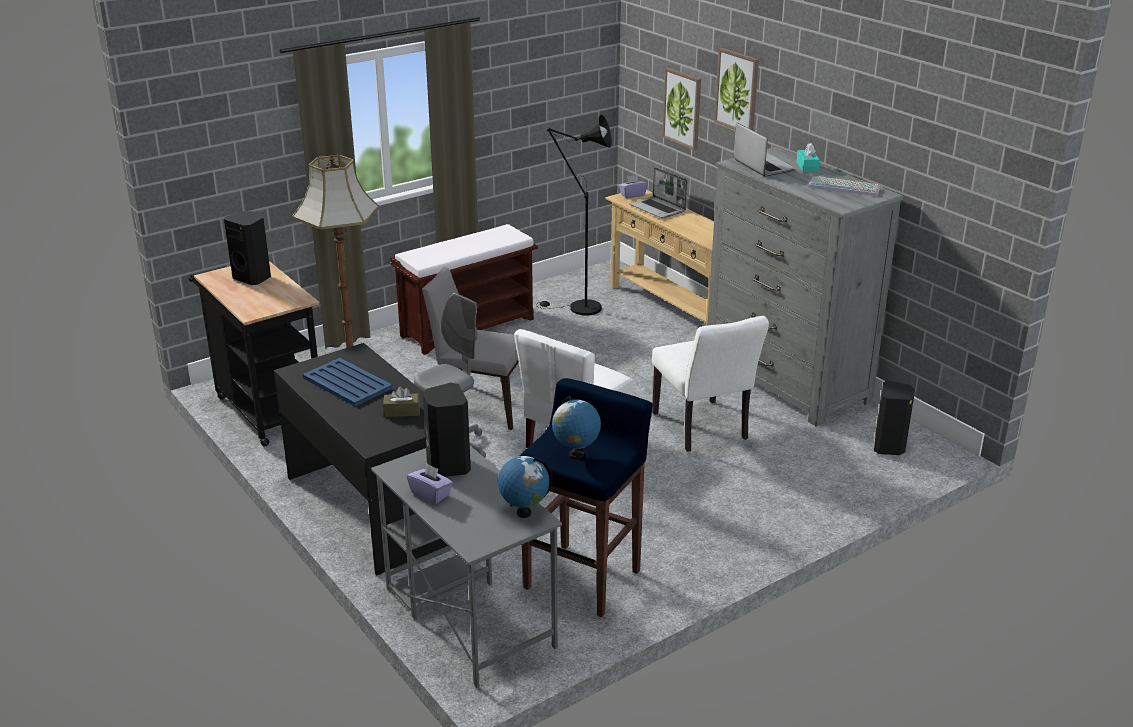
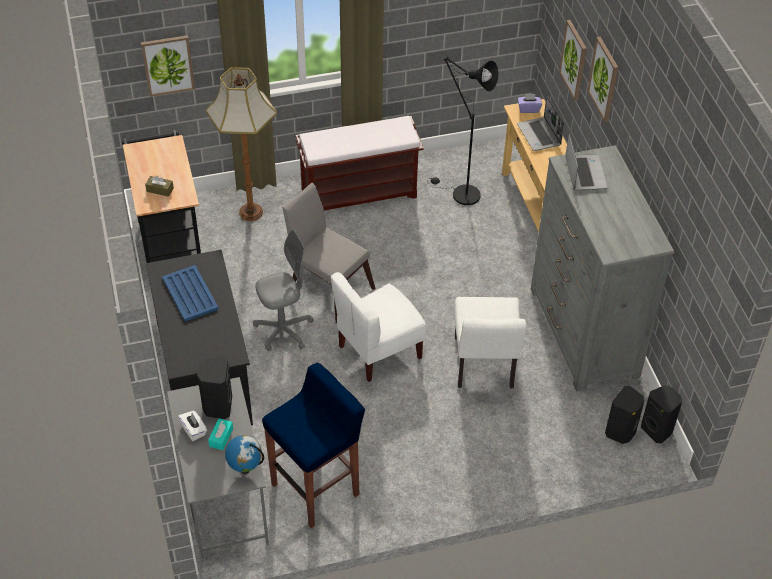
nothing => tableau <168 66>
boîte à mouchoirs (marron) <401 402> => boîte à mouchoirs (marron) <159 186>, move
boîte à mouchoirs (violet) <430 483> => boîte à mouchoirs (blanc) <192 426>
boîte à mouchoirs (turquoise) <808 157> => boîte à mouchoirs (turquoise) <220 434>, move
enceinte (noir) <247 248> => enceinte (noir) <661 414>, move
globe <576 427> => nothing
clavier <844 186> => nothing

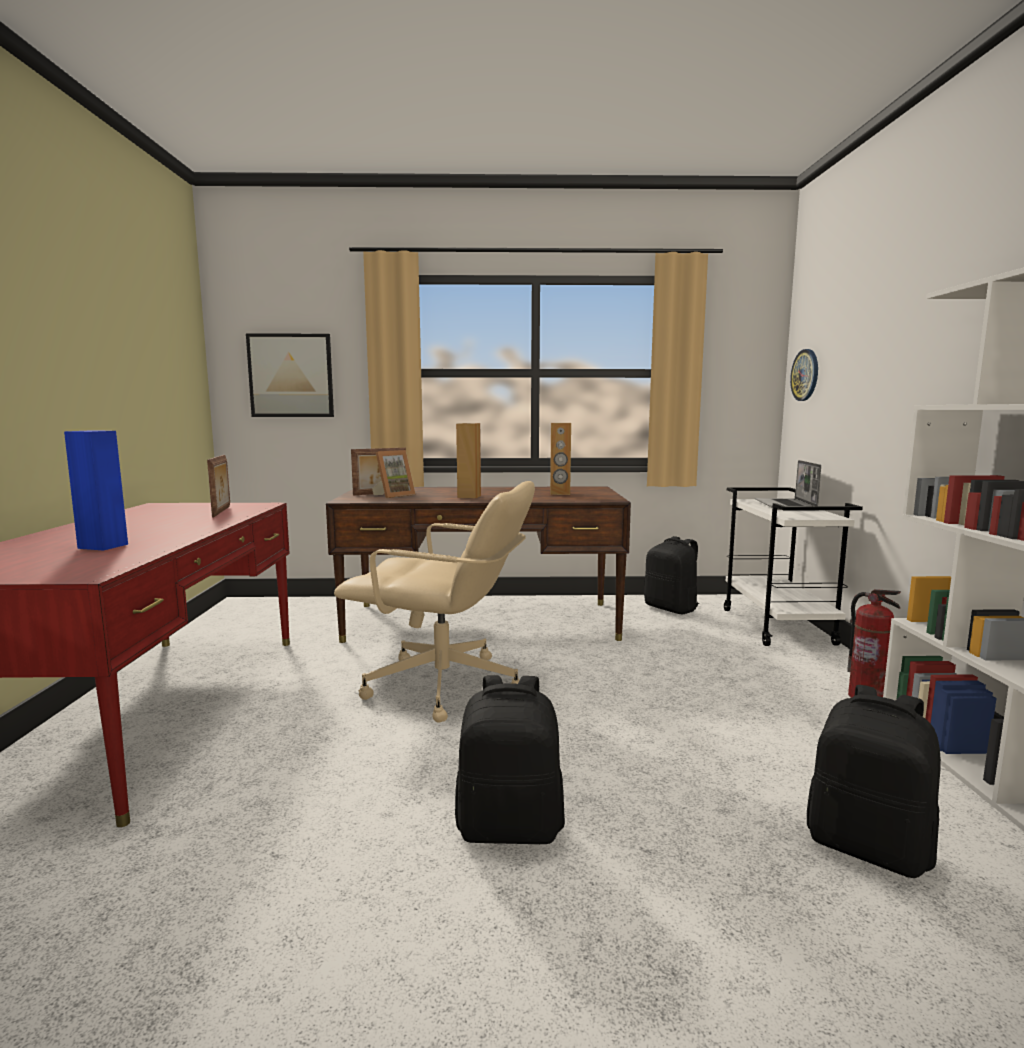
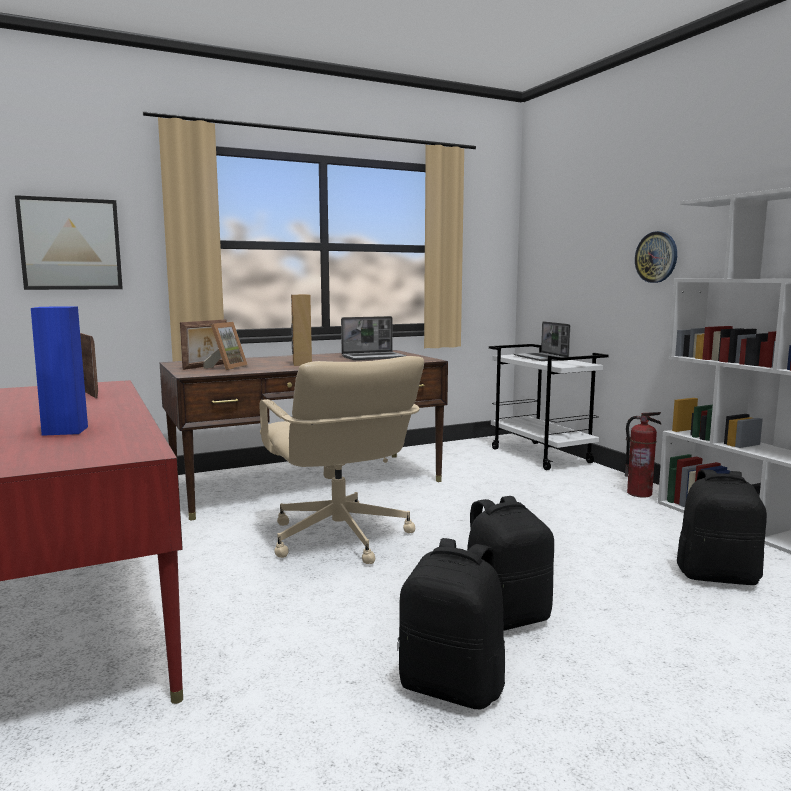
chaise de bureau (beige) <434 602> => chaise de bureau (beige) <342 460>, 75 degrees clockwise
enceinte (marron) <560 459> => ordinateur portable <373 338>
sac à dos (noir) <671 575> => sac à dos (noir) <451 623>, move
horloge murale <804 375> => horloge murale <656 257>, move

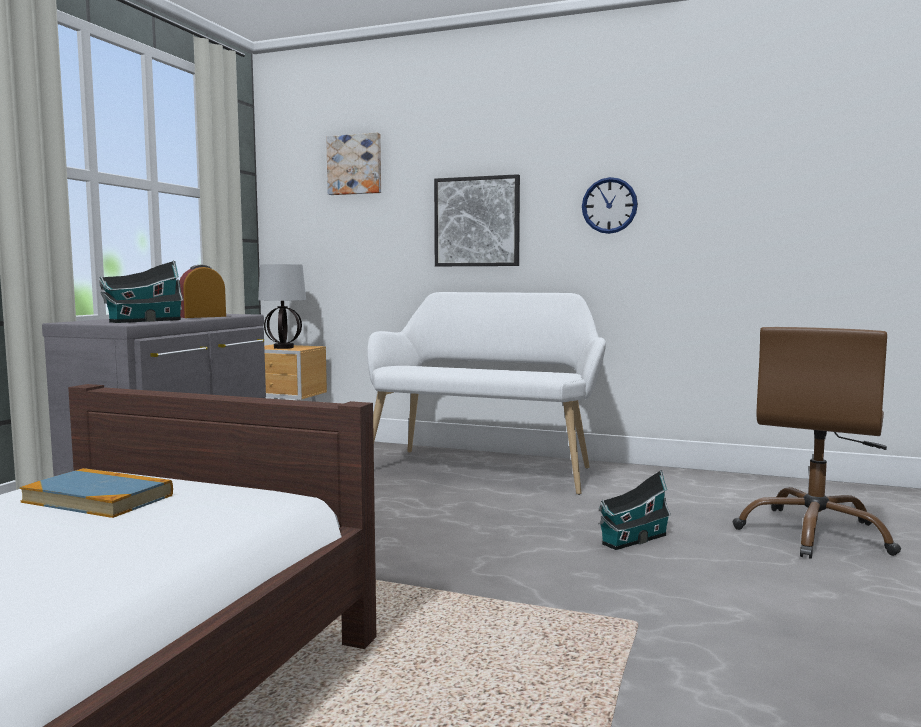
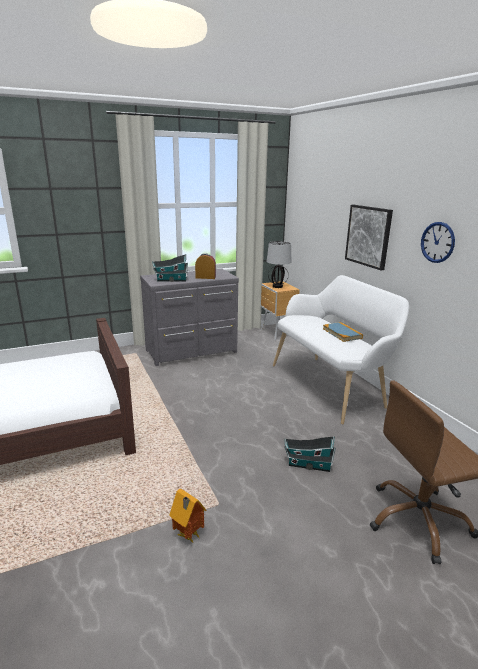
nothing => maison miniature <187 516>
livre <96 493> => livre <343 332>, move
tableau <353 163> => nothing

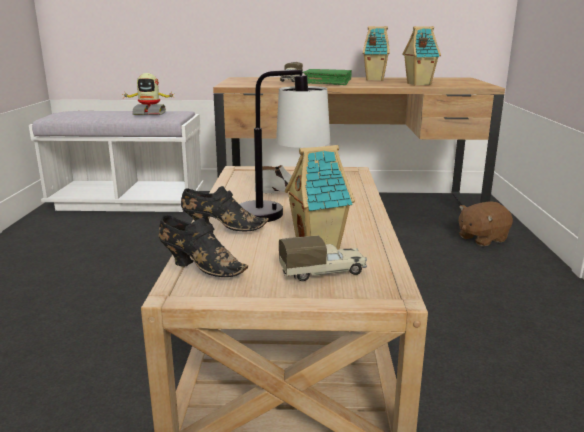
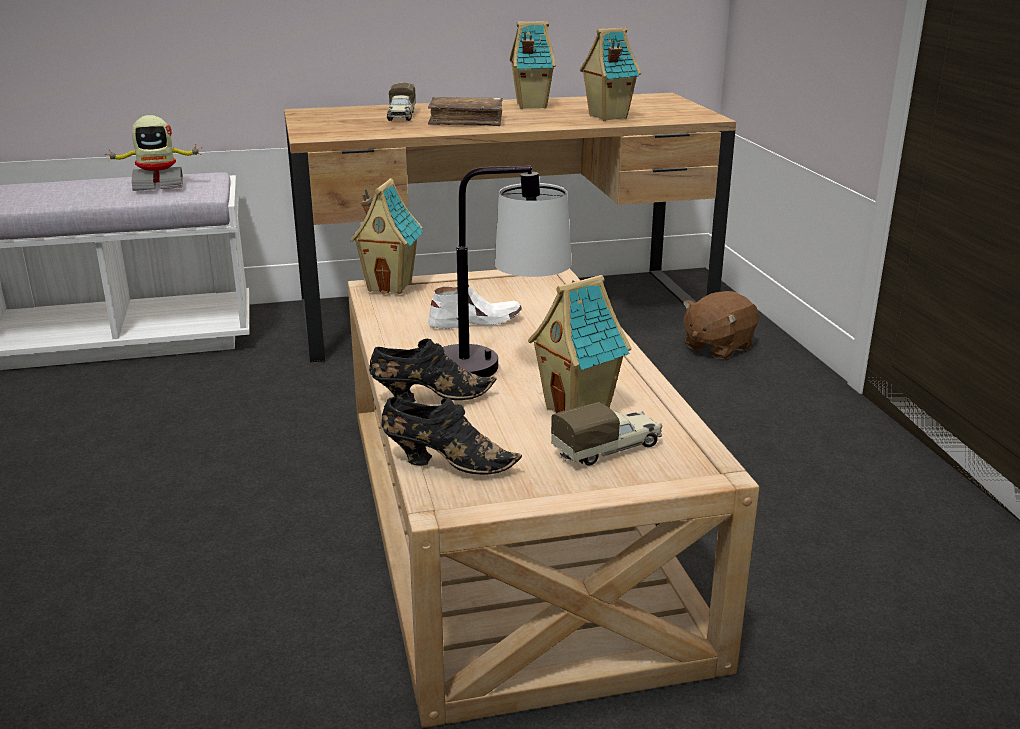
nothing => maison miniature <387 236>
livre (vert) <327 77> => livre (marron) <465 111>

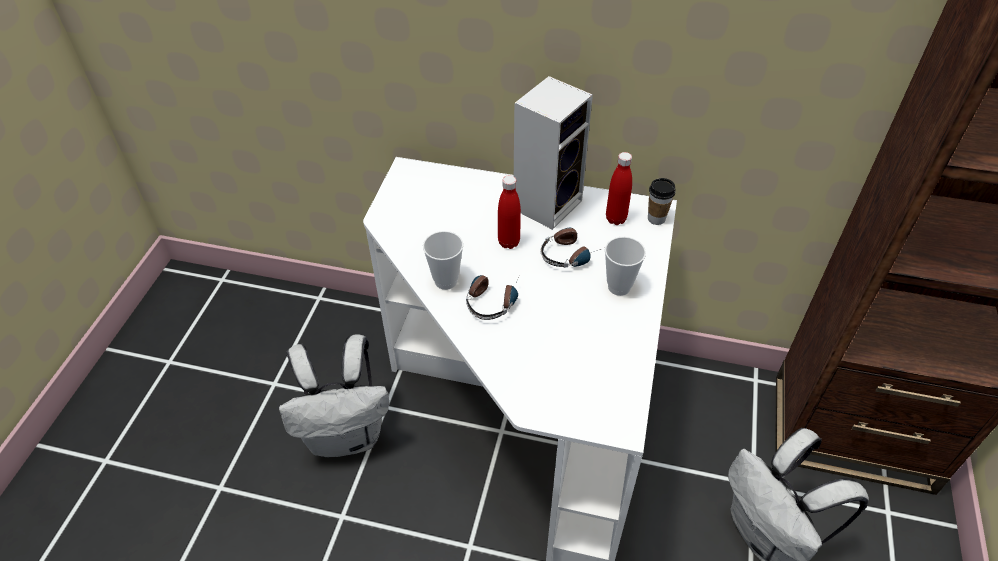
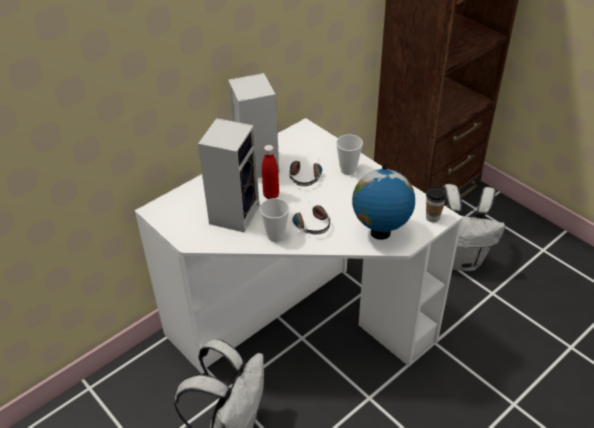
nothing => enceinte <229 175>
nothing => globe <383 202>
tasse <662 201> => tasse <436 204>, move
bouteille (rouge) <619 188> => nothing

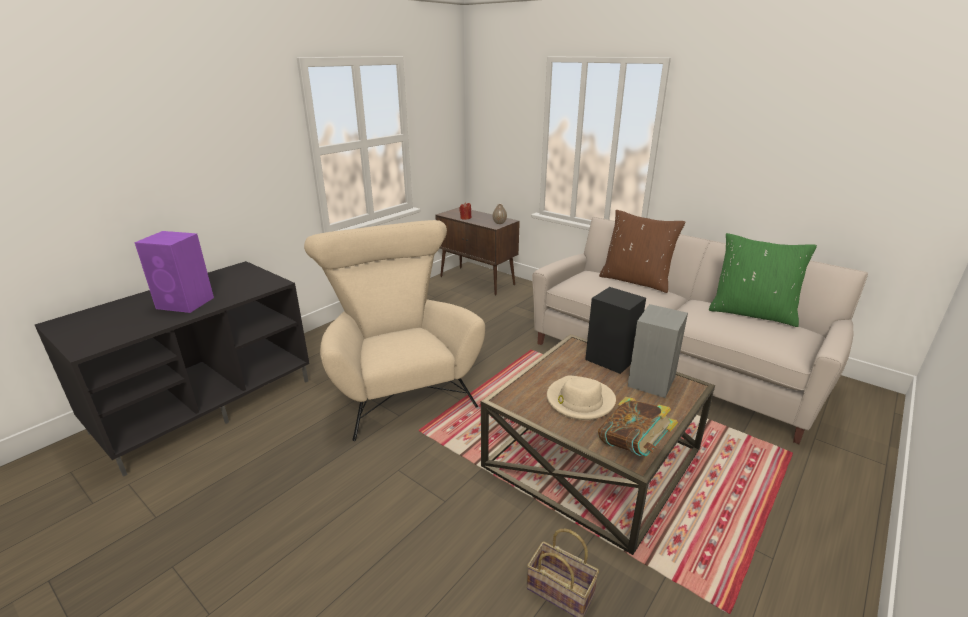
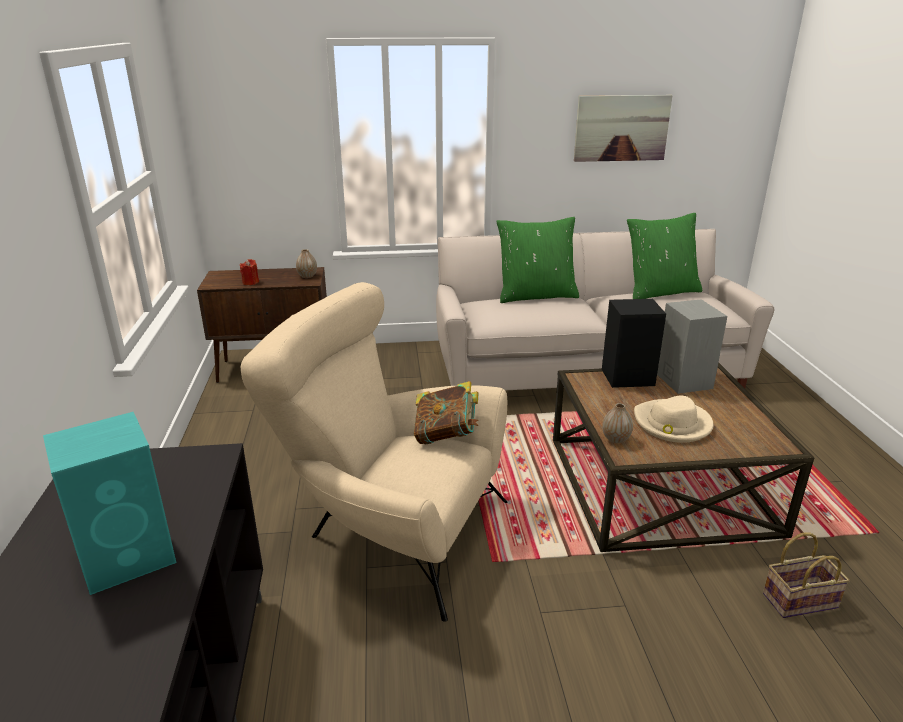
enceinte (violet) <174 272> => enceinte (turquoise) <109 503>
livre <638 426> => livre <446 412>, move
coussin (marron) <642 251> => coussin (vert) <537 260>
nothing => tableau <623 128>
nothing => vase <617 423>

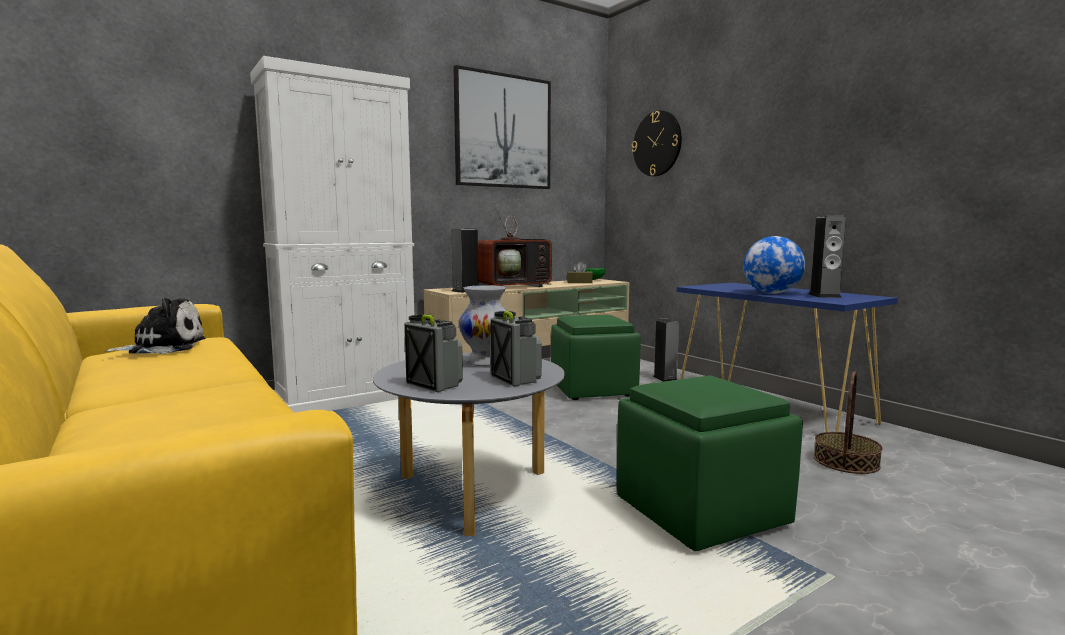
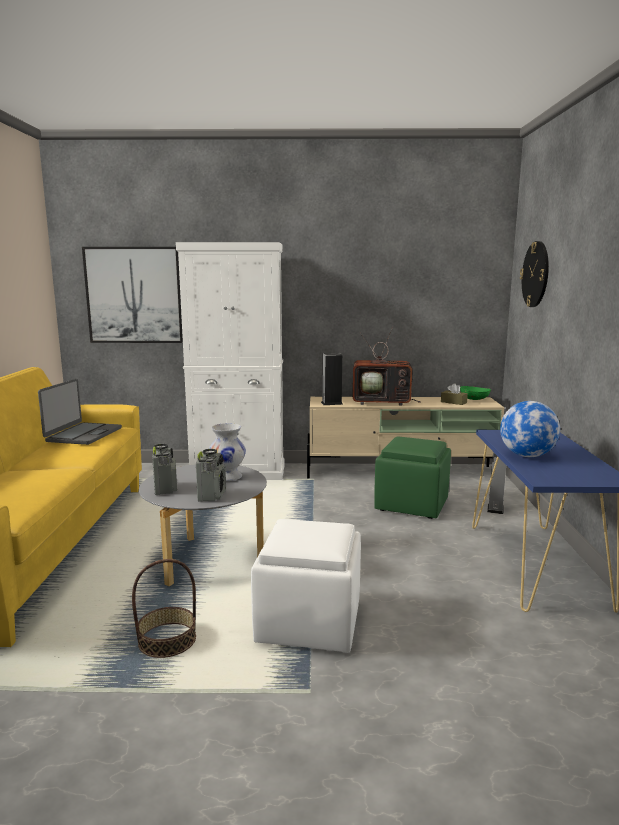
peluche <155 326> => ordinateur portable <80 412>
tableau <502 127> => tableau <132 295>, move
panier <848 422> => panier <164 608>, move
pouf (vert) <710 463> => pouf (blanc) <306 585>
enceinte <827 257> => nothing

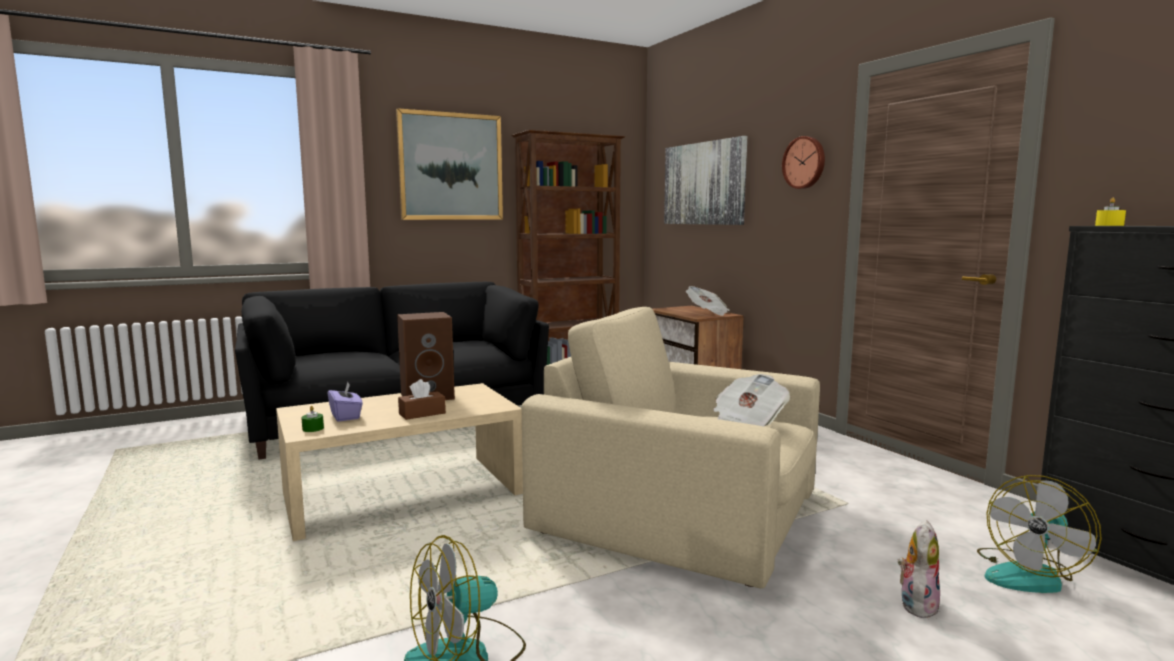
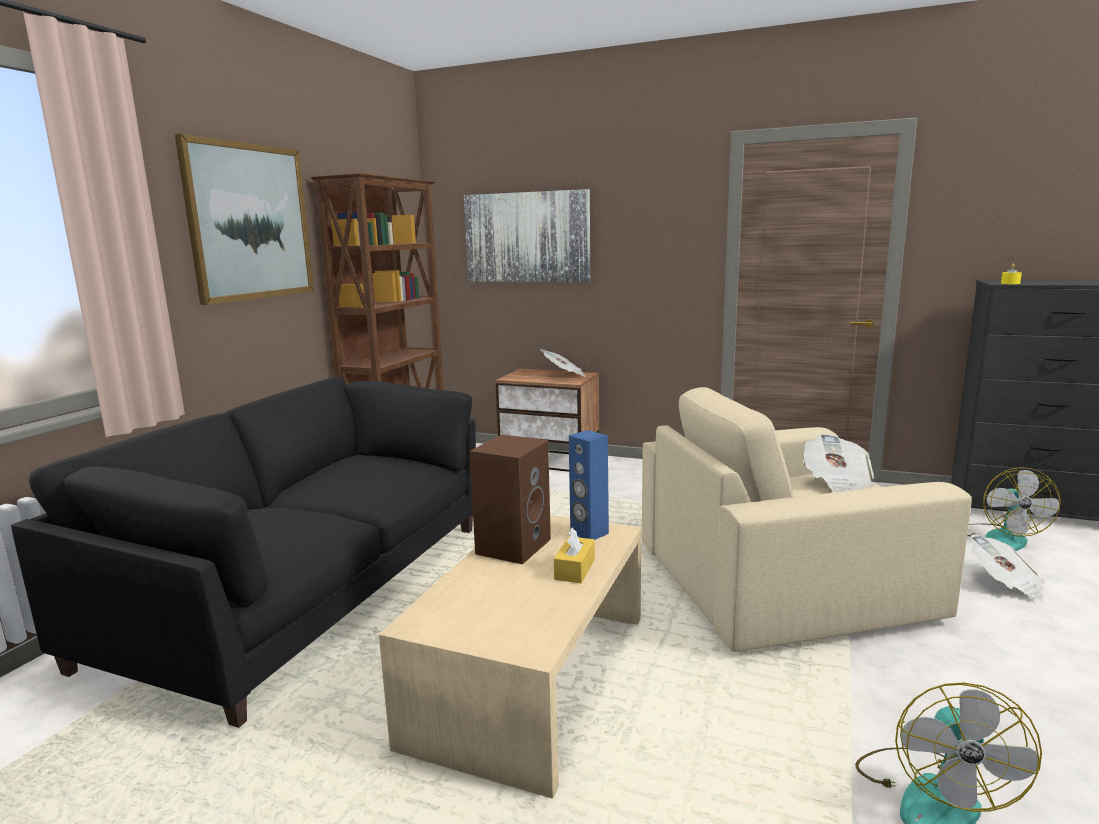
boîte à mouchoirs (marron) <422 399> => boîte à mouchoirs (jaune) <574 555>
nothing => enceinte (bleu) <589 485>
peluche <919 569> => journal <1008 568>
bougie (vert) <312 419> => nothing
boîte à mouchoirs (violet) <345 402> => nothing
horloge murale <803 162> => nothing

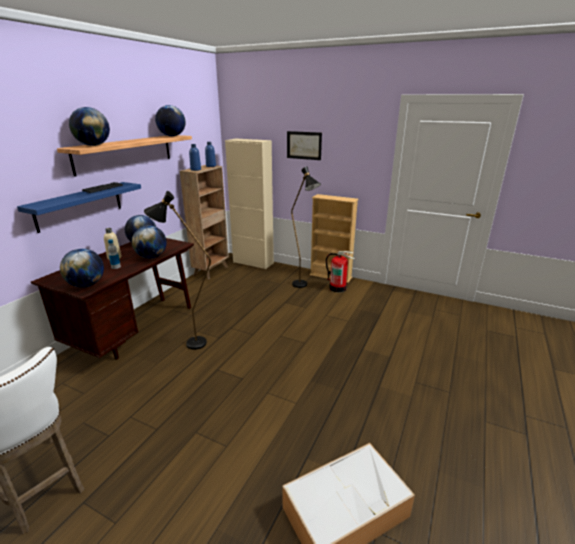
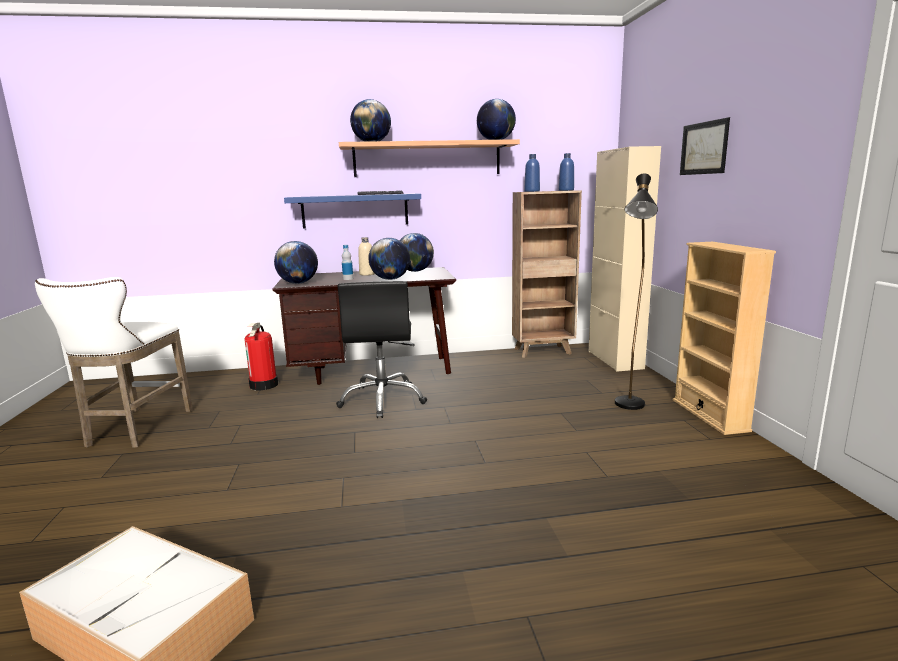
extincteur <340 272> => extincteur <261 356>, move
lampadaire (noir) <177 270> => chaise de bureau (noir) <381 349>

